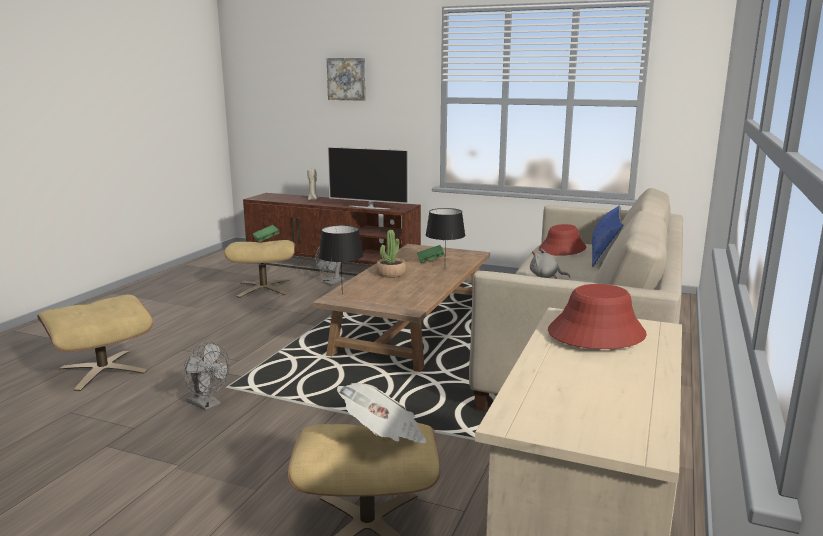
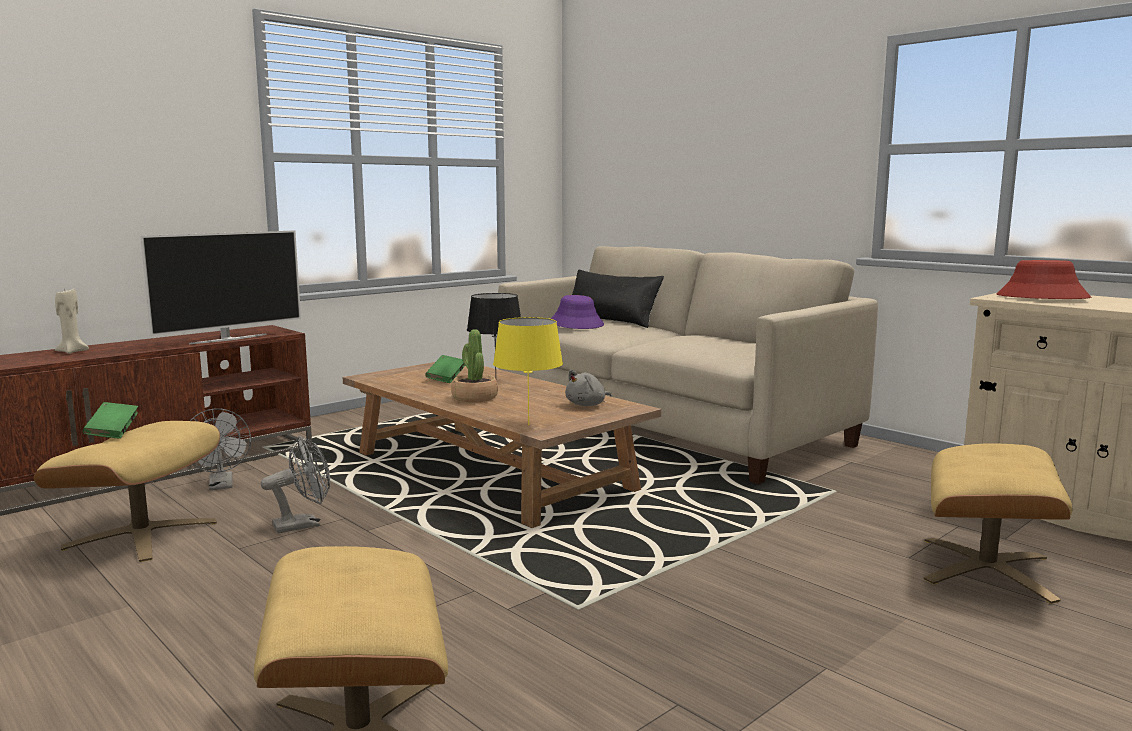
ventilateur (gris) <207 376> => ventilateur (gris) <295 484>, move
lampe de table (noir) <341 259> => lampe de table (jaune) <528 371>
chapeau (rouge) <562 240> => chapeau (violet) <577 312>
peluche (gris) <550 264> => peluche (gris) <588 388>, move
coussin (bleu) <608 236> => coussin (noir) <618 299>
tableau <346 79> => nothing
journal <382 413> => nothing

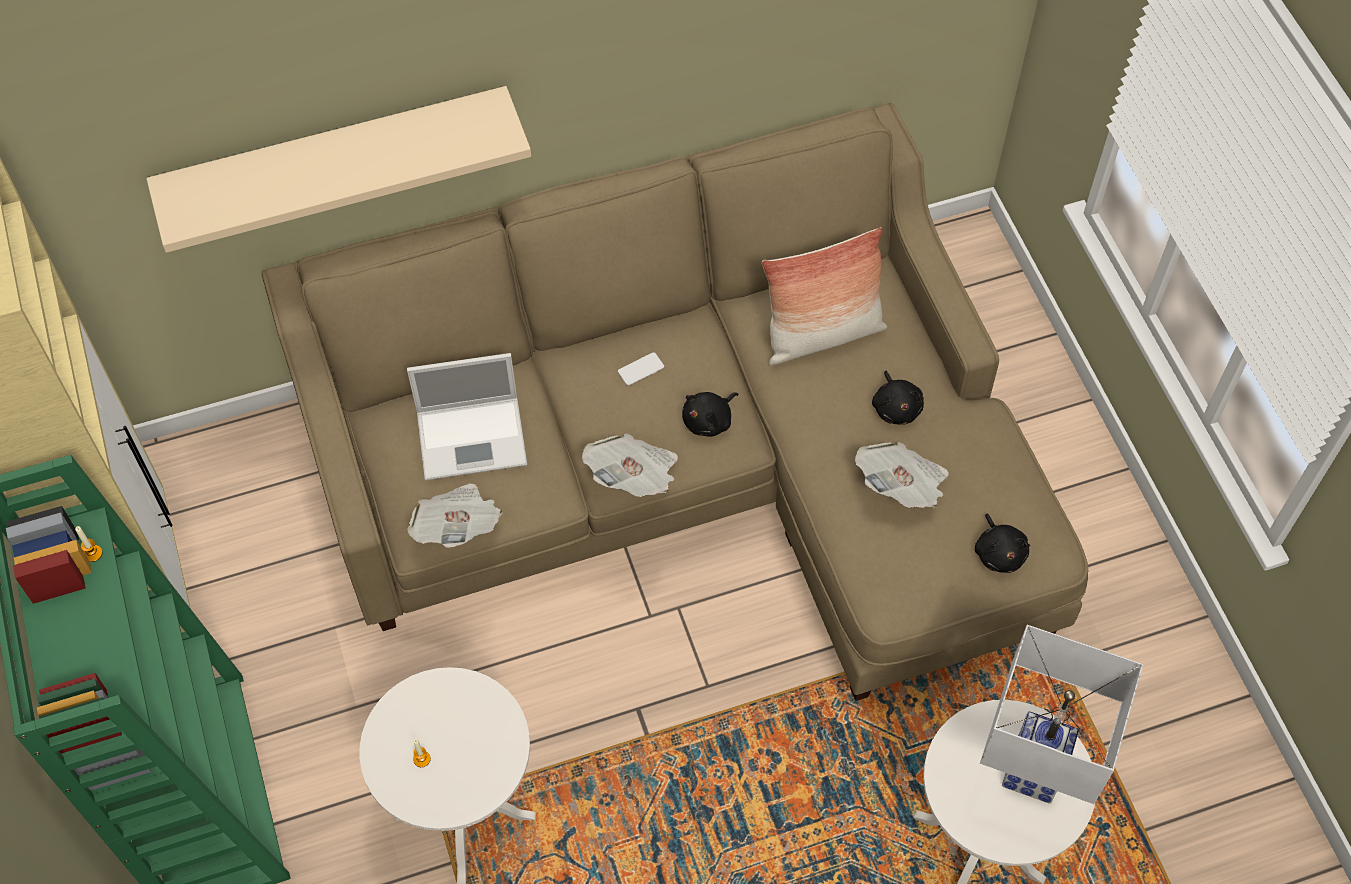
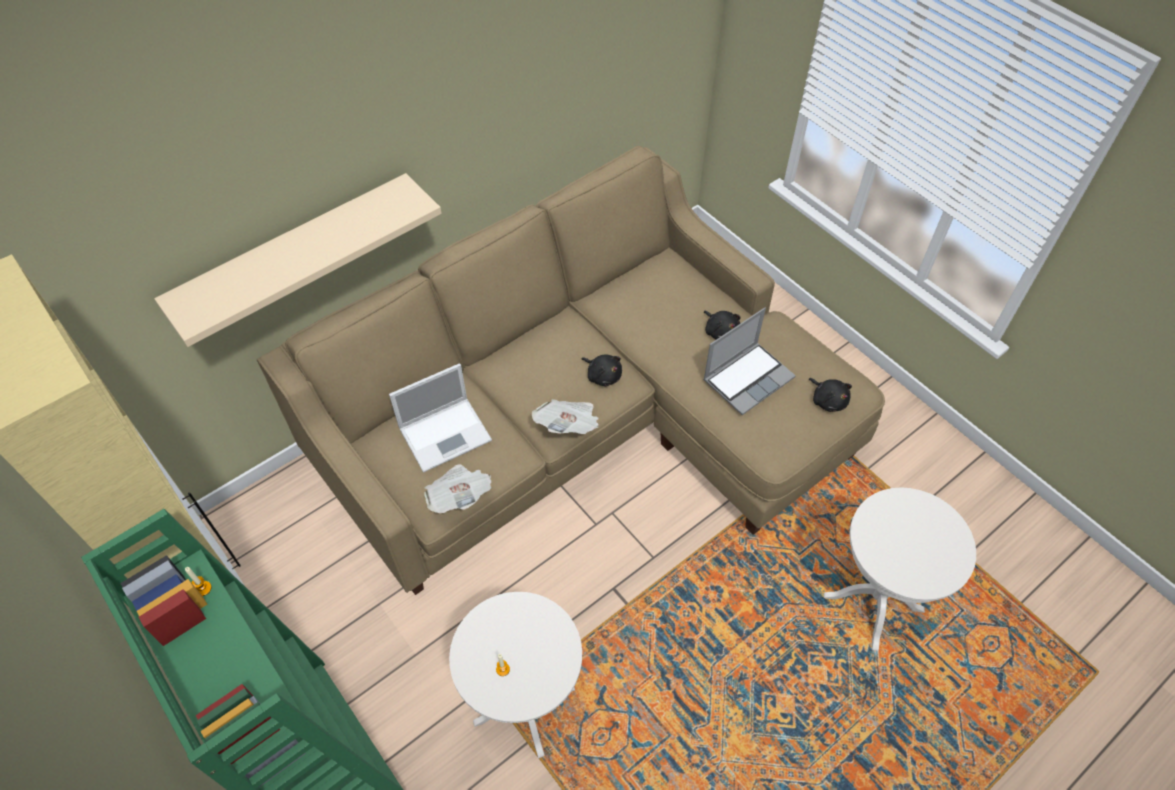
peluche (noir) <710 414> => peluche (noir) <602 370>, 75 degrees counterclockwise
journal <902 475> => ordinateur portable <749 361>
téléphone <641 369> => nothing
coussin <824 296> => nothing
lampe de table (blanc) <1061 714> => nothing

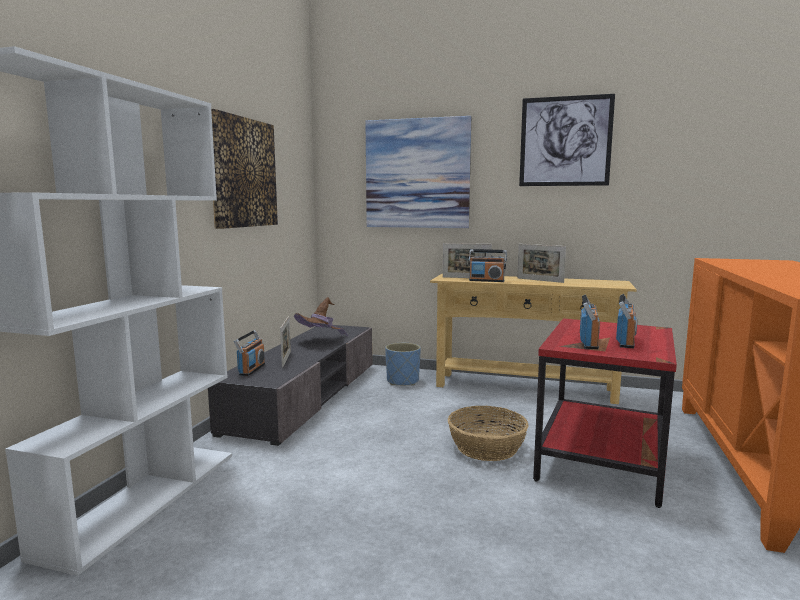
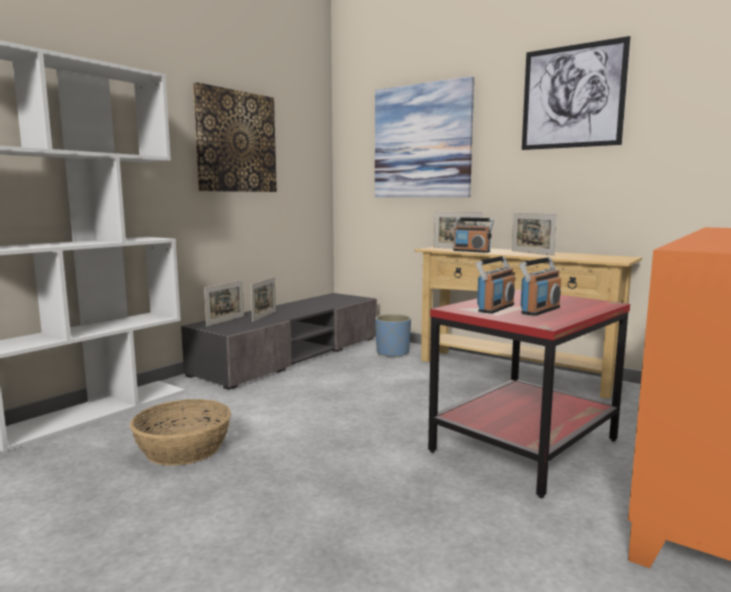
panier <488 433> => panier <180 432>, move
radio <249 353> => cadre photo <224 303>
chapeau (marron) <321 317> => nothing

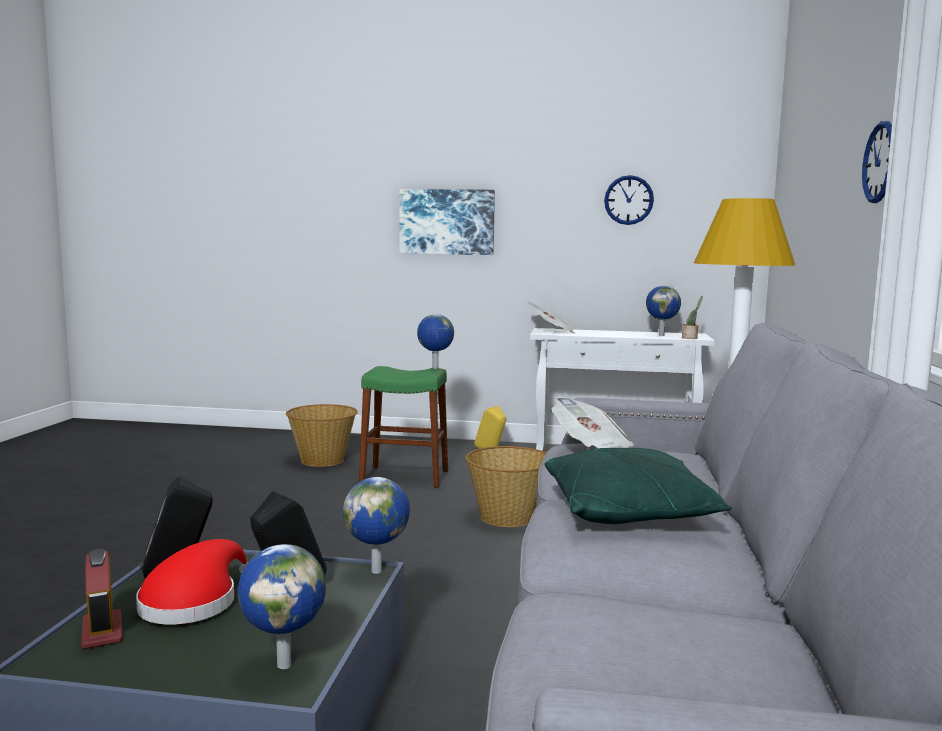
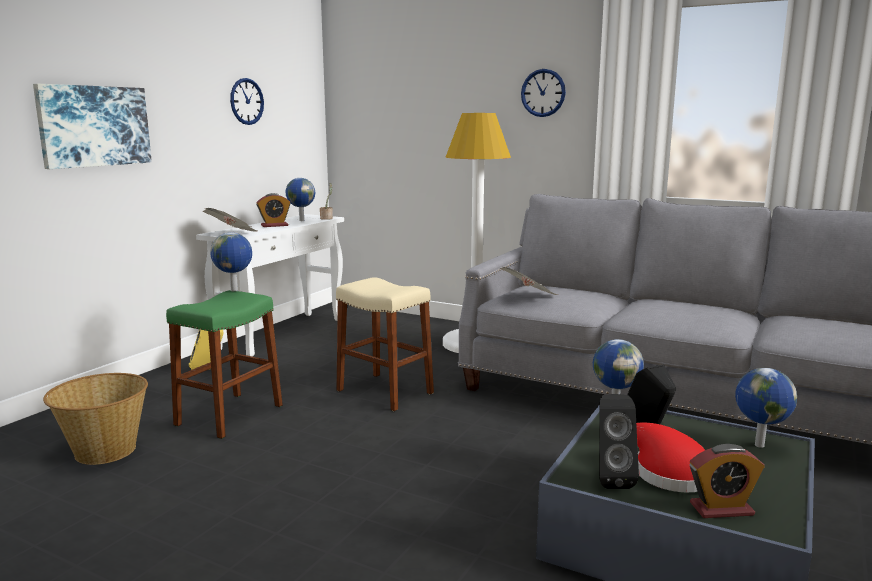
nothing => réveil <273 210>
panier <506 486> => tabouret (beige) <385 344>
coussin (vert) <638 486> => nothing

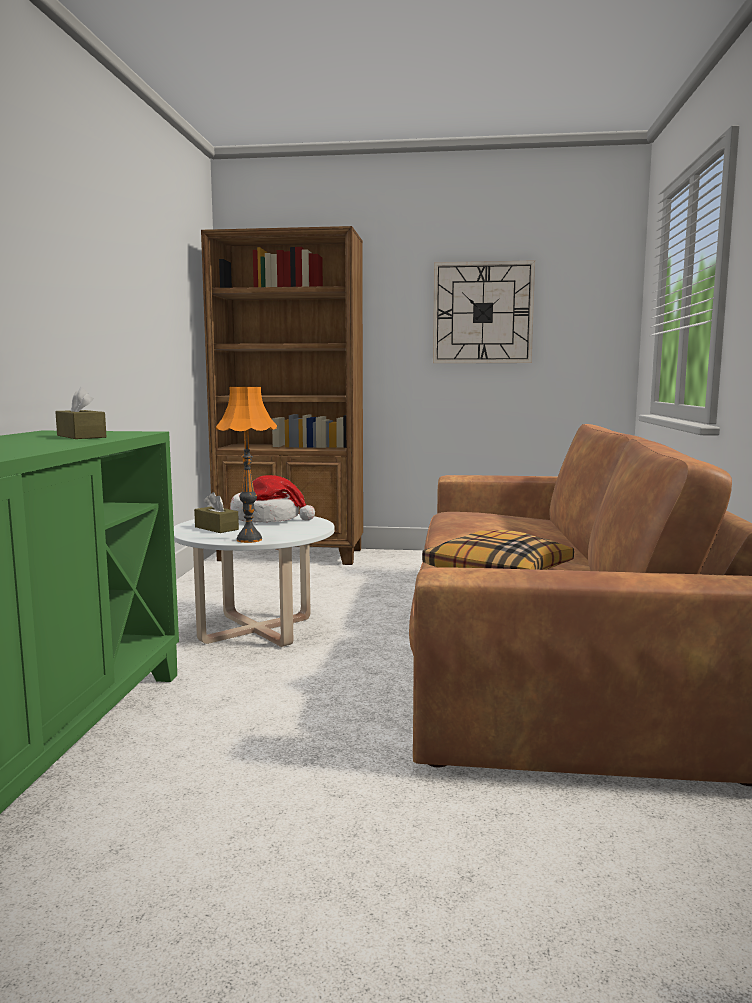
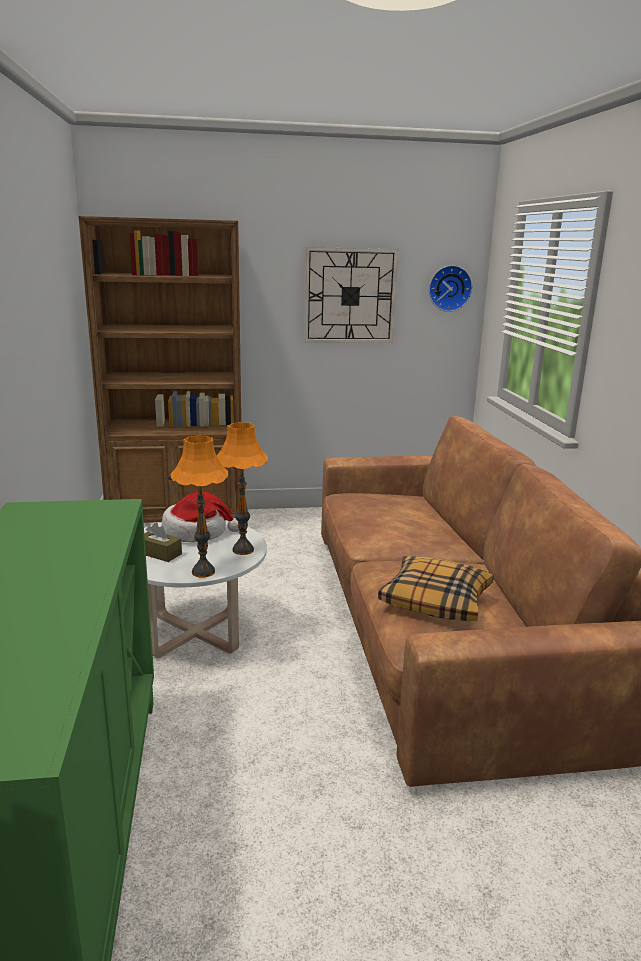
nothing => lampe de table (orange) <242 488>
nothing => horloge murale <450 288>
boîte à mouchoirs (marron) <81 413> => nothing

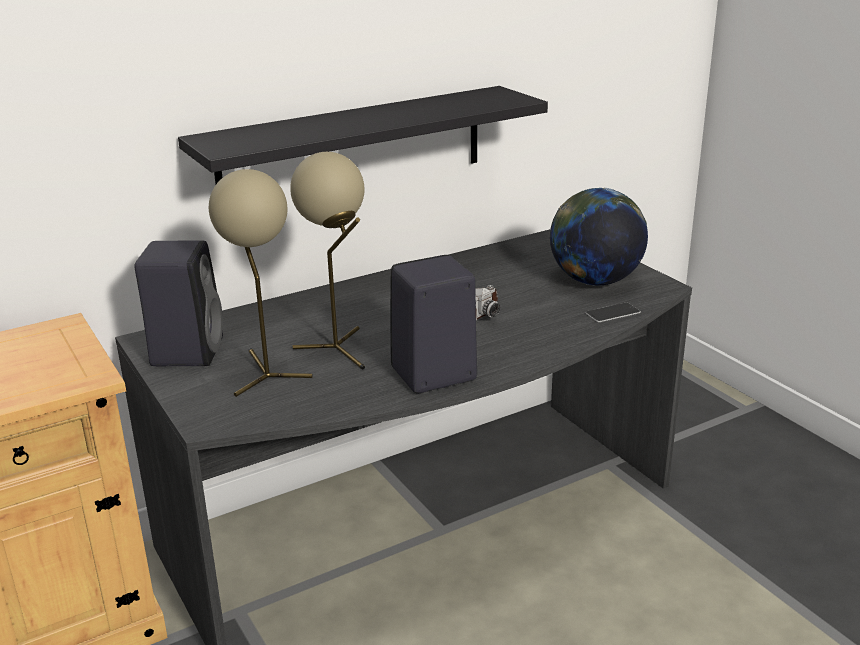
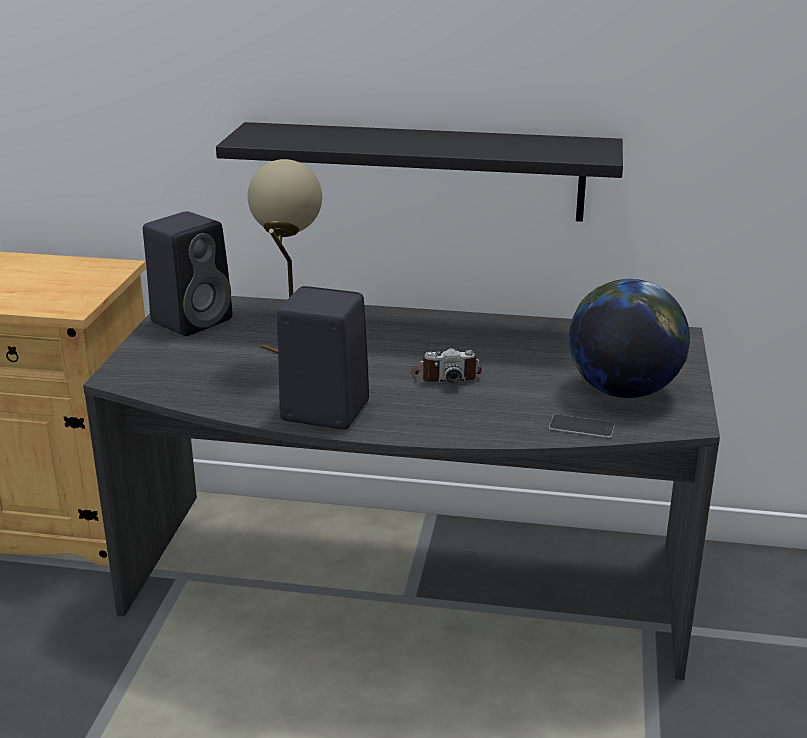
lampe de table (beige) <261 283> => nothing

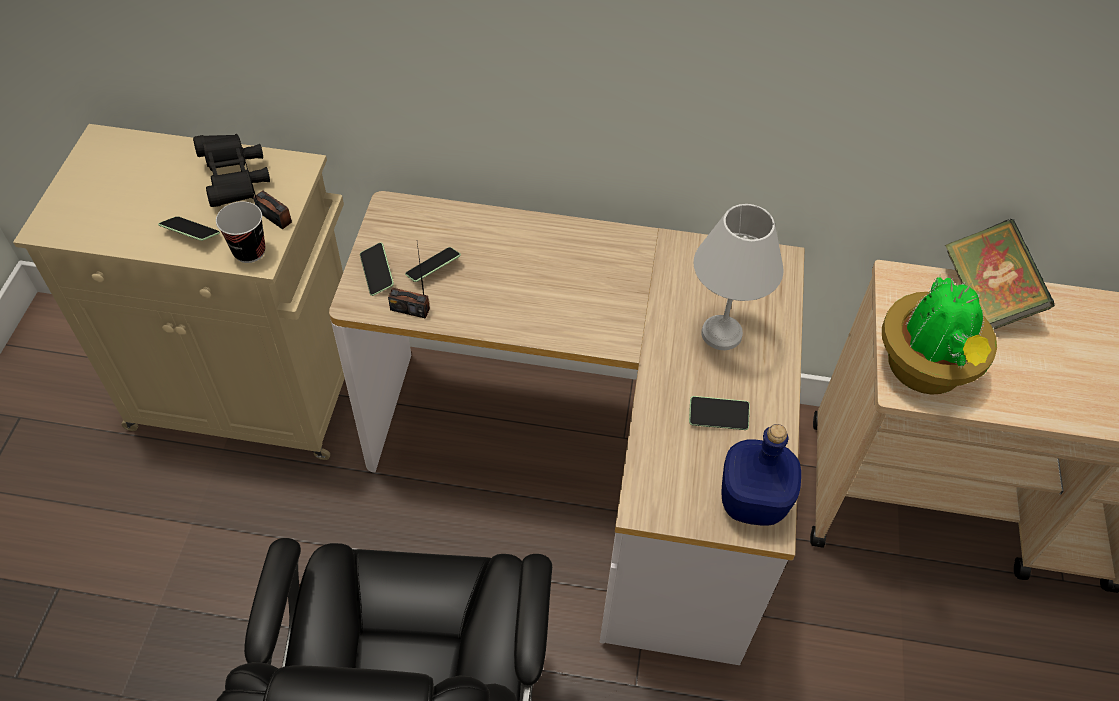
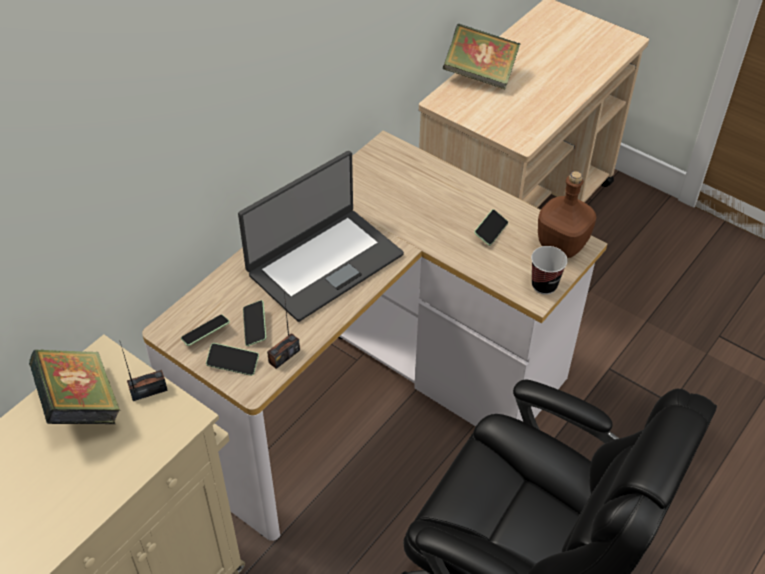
jumelles (noir) <231 170> => livre <74 386>
téléphone <189 228> => téléphone <205 330>, move
nothing => ordinateur portable <321 236>
tasse <240 232> => tasse <549 270>, move
bouteille (bleu) <761 475> => bouteille (marron) <567 214>
lampe de table (blanc) <739 277> => nothing
plante en pot <939 334> => nothing

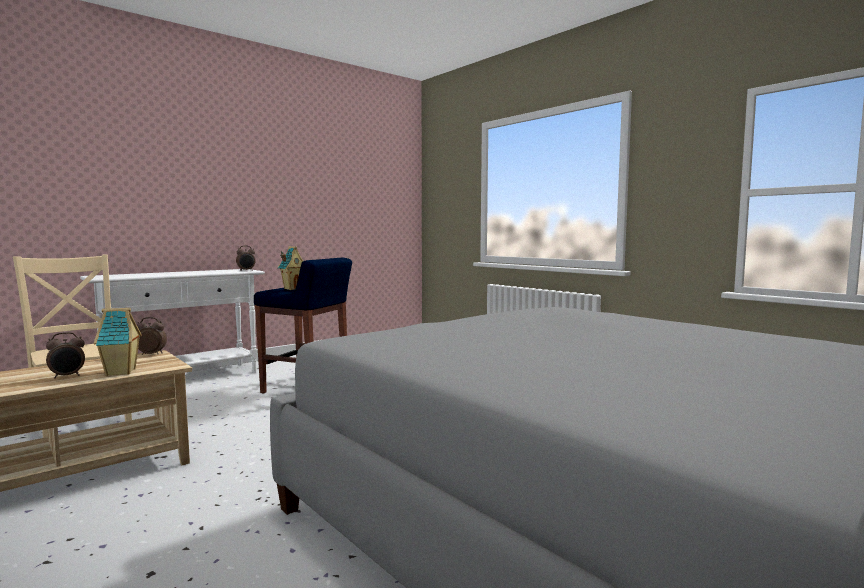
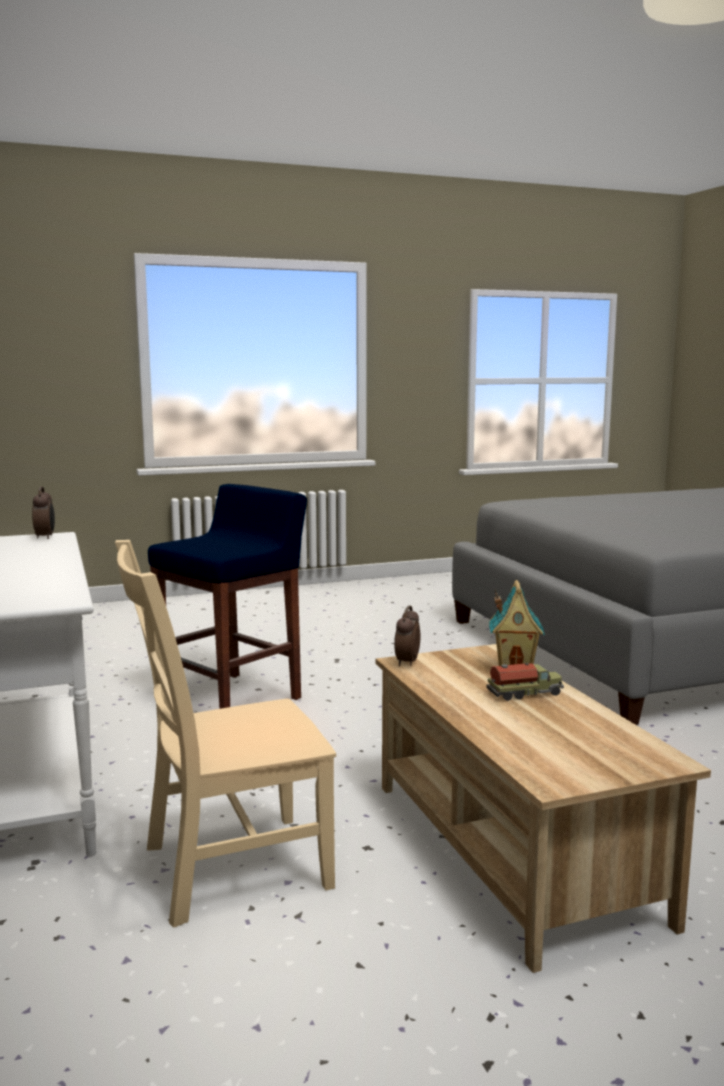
réveil <65 355> => camion jouet <525 682>
maison miniature <290 268> => nothing

